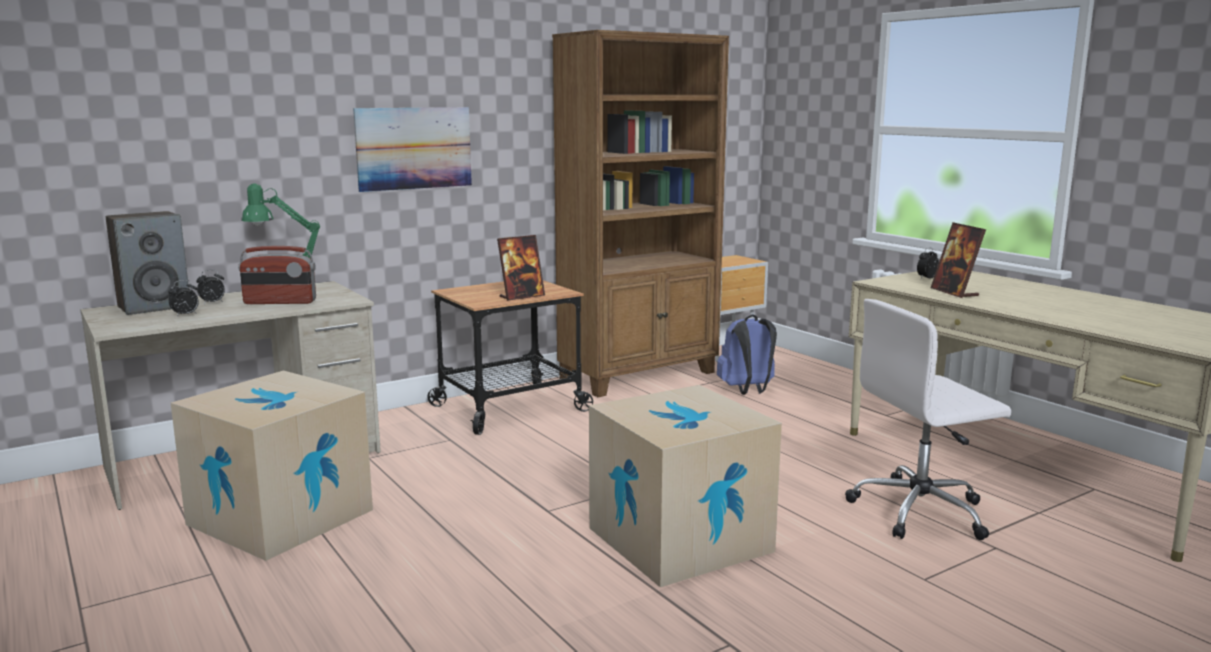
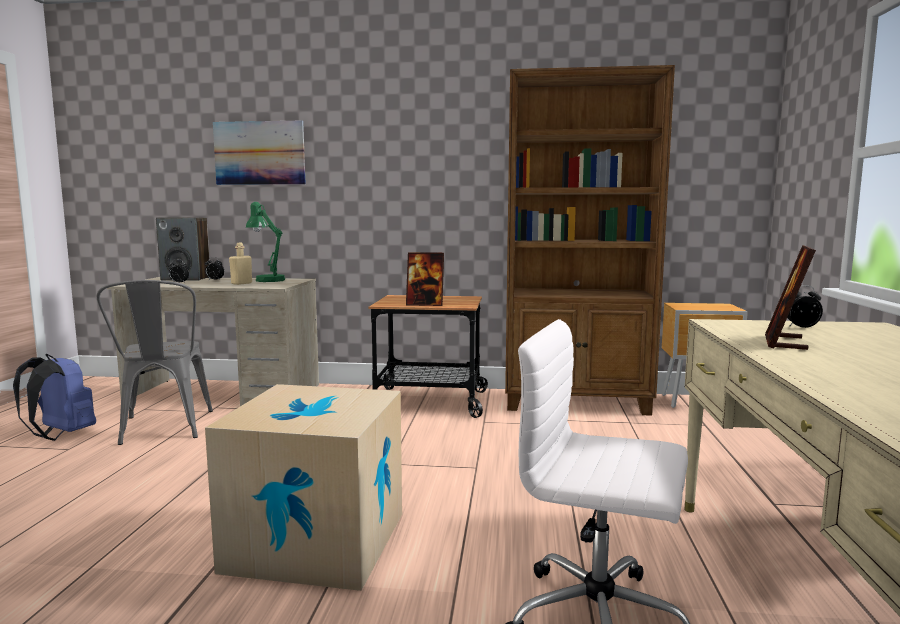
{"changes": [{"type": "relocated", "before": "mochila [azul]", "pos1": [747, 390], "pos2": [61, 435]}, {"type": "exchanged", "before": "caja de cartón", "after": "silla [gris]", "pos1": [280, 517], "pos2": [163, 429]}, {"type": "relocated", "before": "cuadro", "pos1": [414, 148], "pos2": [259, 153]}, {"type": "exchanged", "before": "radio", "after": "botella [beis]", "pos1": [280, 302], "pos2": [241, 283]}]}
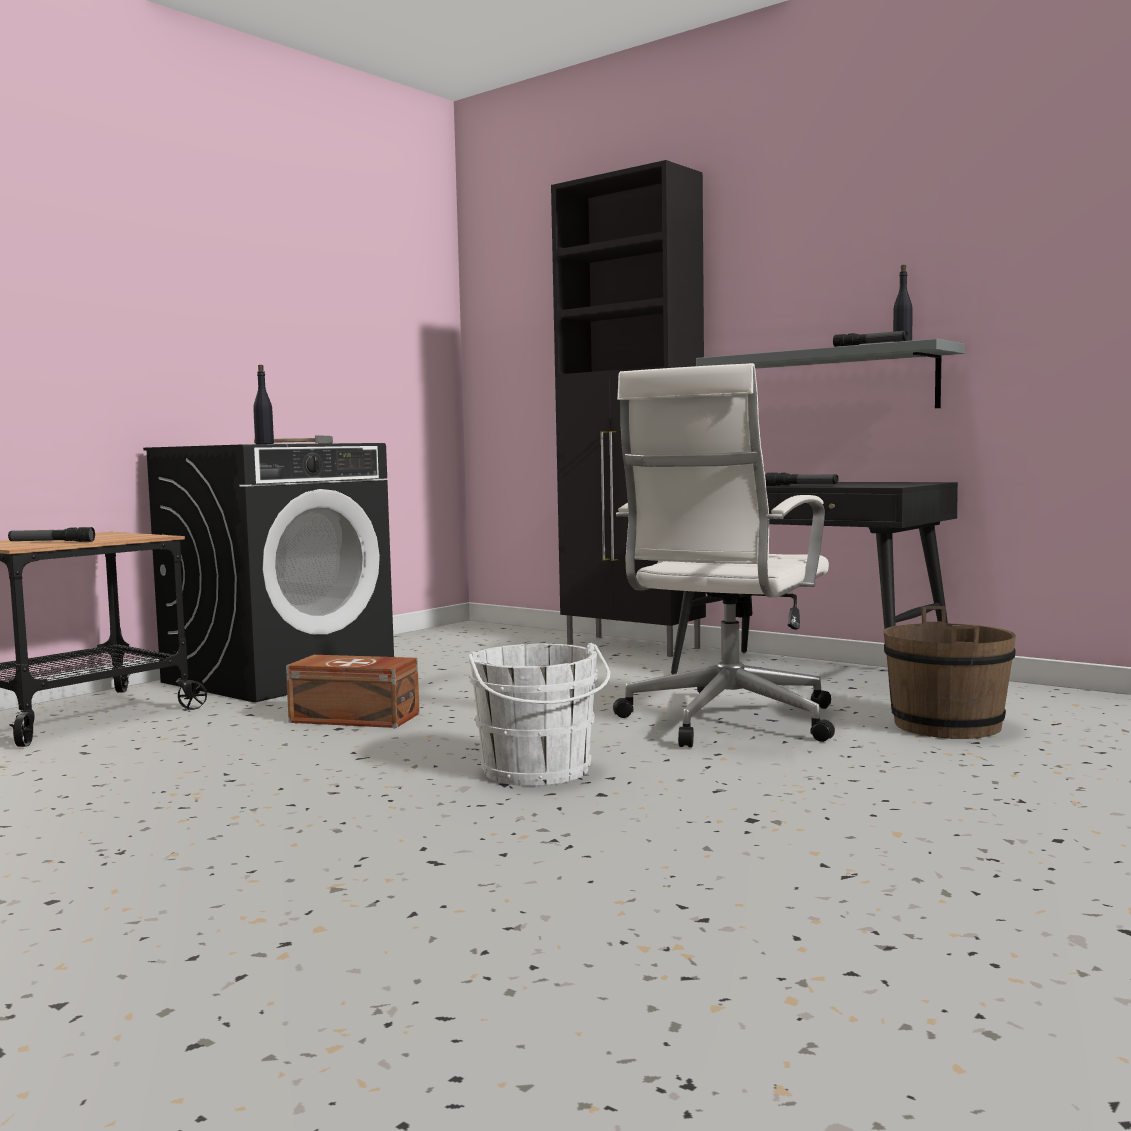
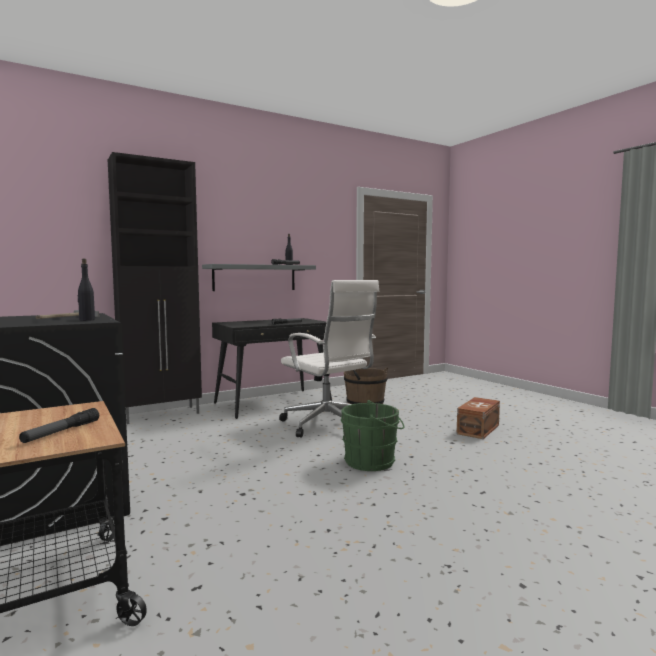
{"changes": [{"type": "colour", "before": "cubo [blanco]", "after": "cubo [verde]", "pos1": [538, 772], "pos2": [373, 461]}, {"type": "relocated", "before": "caja de almacenaje [marrón]", "pos1": [355, 718], "pos2": [479, 429]}]}
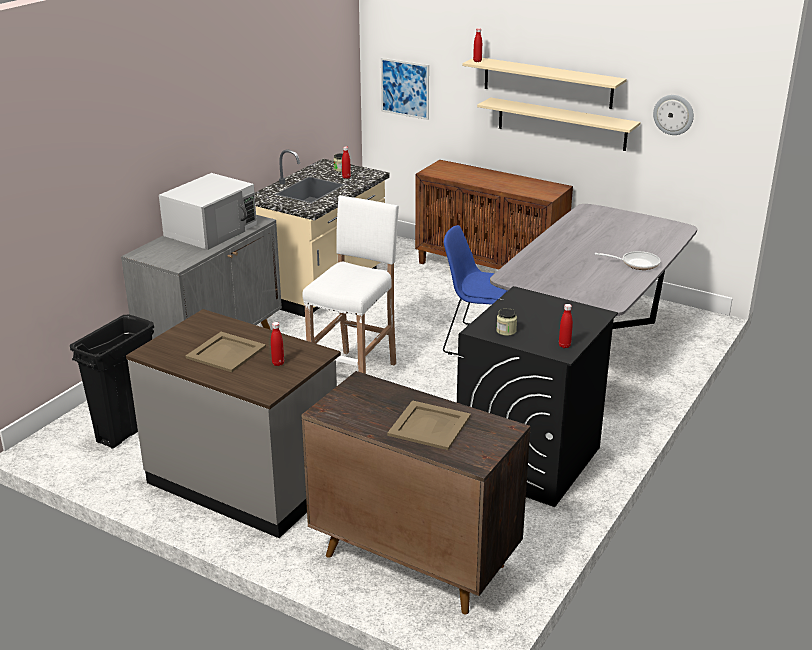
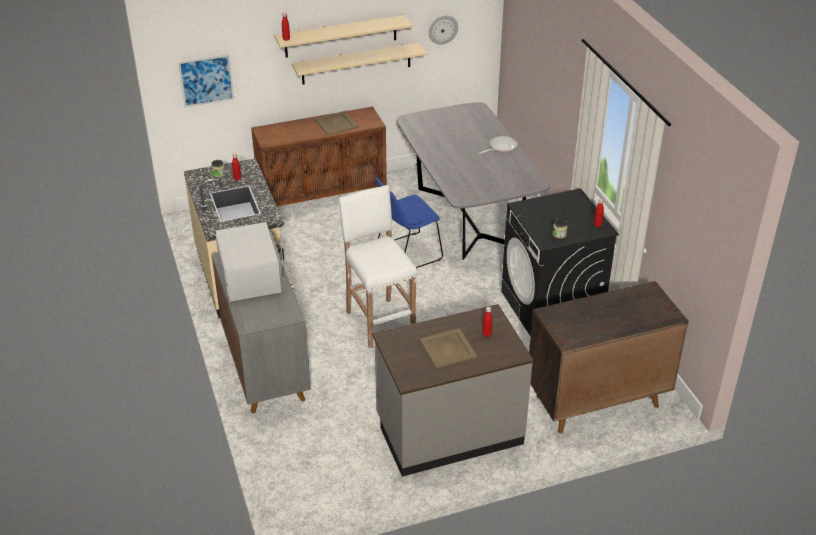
{"changes": [{"type": "relocated", "before": "bandeja [beis]", "pos1": [430, 425], "pos2": [336, 123]}, {"type": "missing", "before": "papelera [negro]", "pos1": [127, 430]}]}
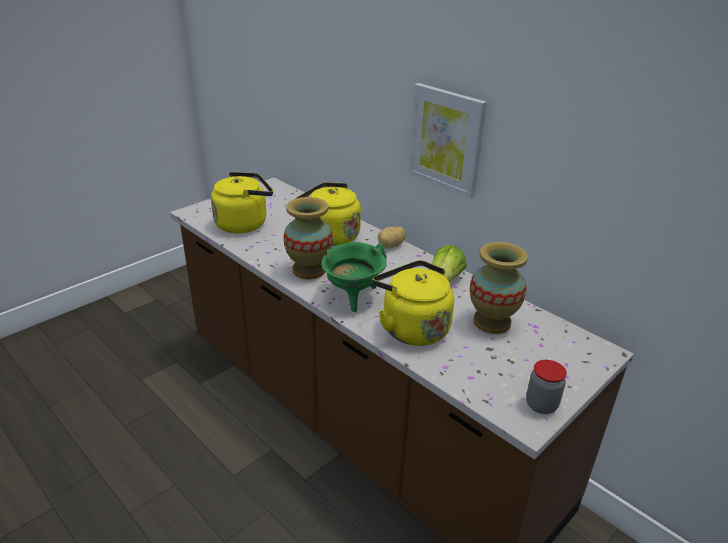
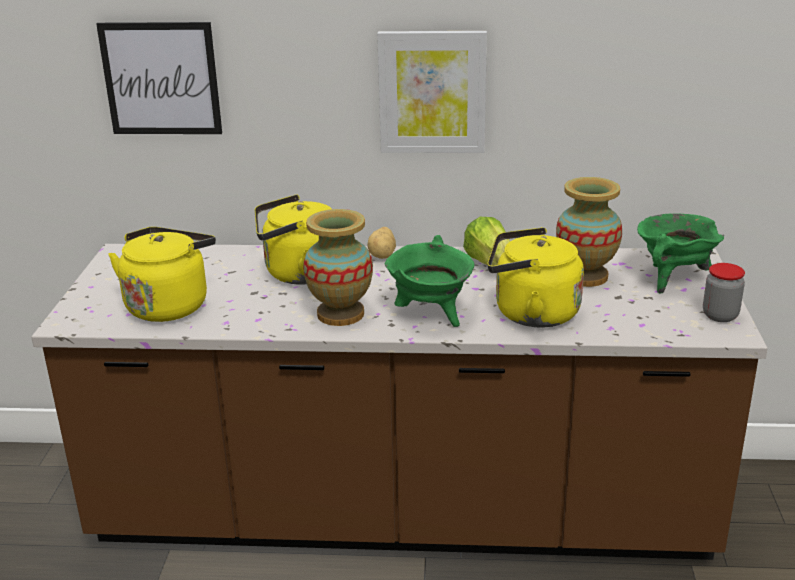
{"changes": [{"type": "appeared", "after": "cuadro", "pos2": [161, 79]}, {"type": "appeared", "after": "olla [verde]", "pos2": [673, 279]}]}
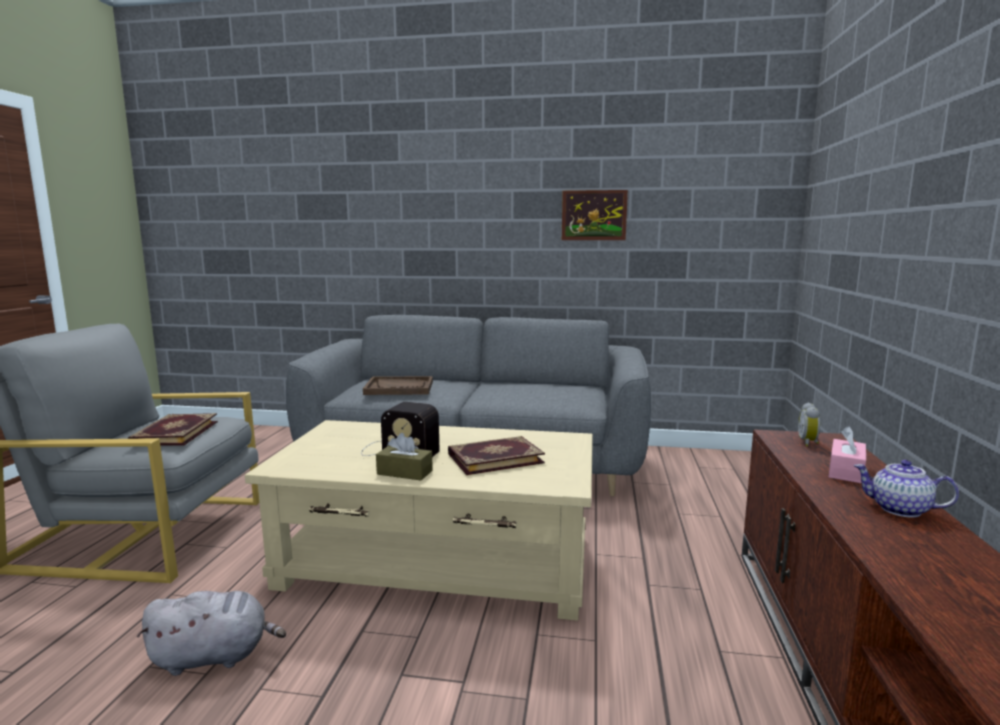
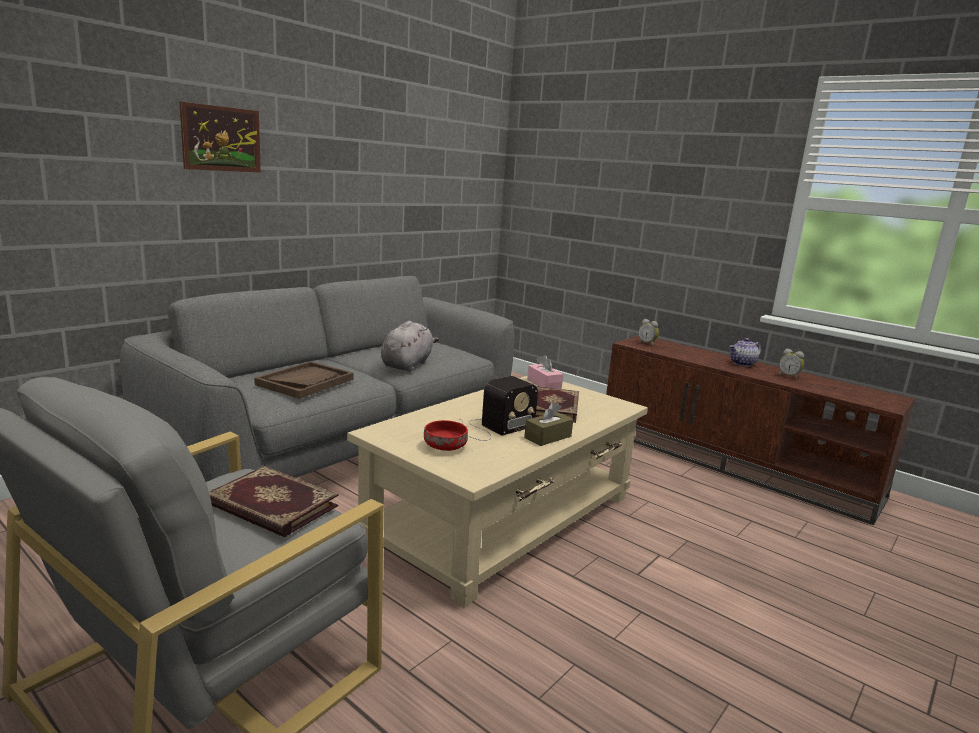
{"changes": [{"type": "relocated", "before": "cuadro", "pos1": [594, 215], "pos2": [221, 139]}, {"type": "relocated", "before": "peluche [gris]", "pos1": [215, 656], "pos2": [407, 364]}, {"type": "appeared", "after": "cuenco [rojo]", "pos2": [446, 447]}, {"type": "relocated", "before": "caja de pañuelos [rosa]", "pos1": [846, 471], "pos2": [544, 384]}, {"type": "appeared", "after": "despertador", "pos2": [789, 376]}]}
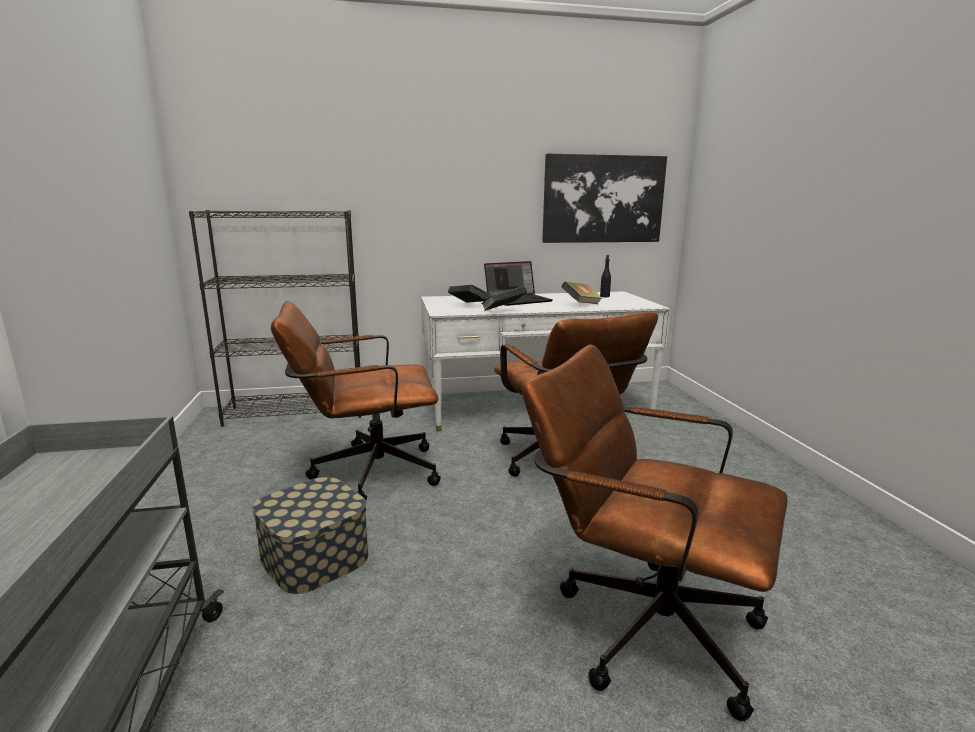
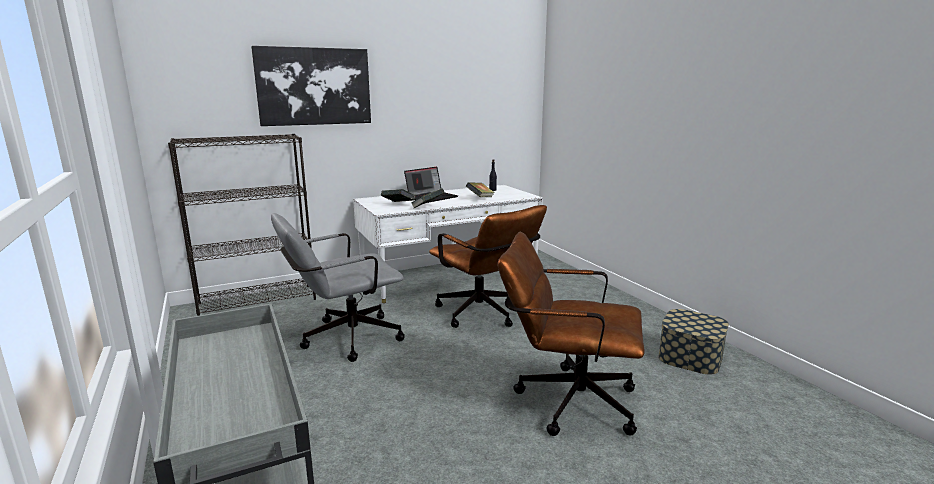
{"changes": [{"type": "relocated", "before": "cuadro", "pos1": [603, 199], "pos2": [314, 86]}, {"type": "colour", "before": "silla de oficina [marrón]", "after": "silla de oficina [gris]", "pos1": [365, 473], "pos2": [343, 339]}, {"type": "relocated", "before": "caja de almacenaje", "pos1": [315, 557], "pos2": [690, 356]}]}
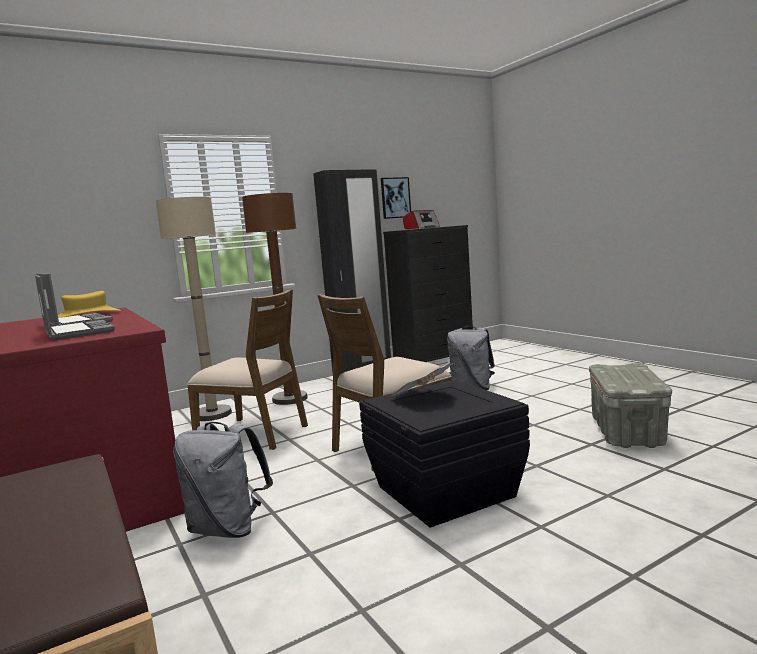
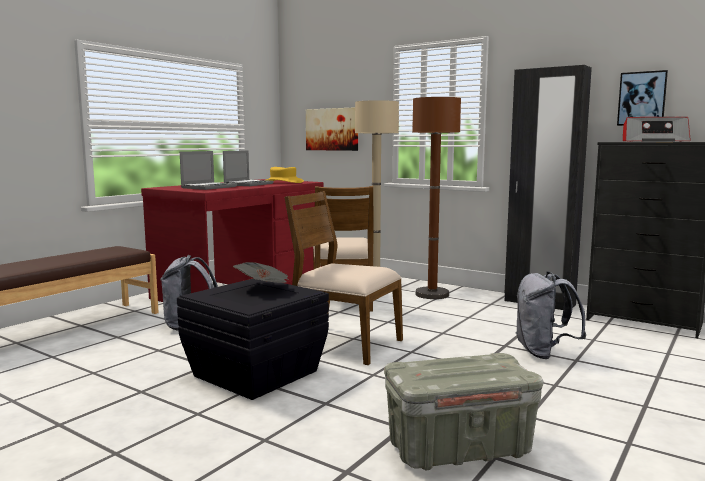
{"changes": [{"type": "appeared", "after": "cuadro", "pos2": [332, 129]}]}
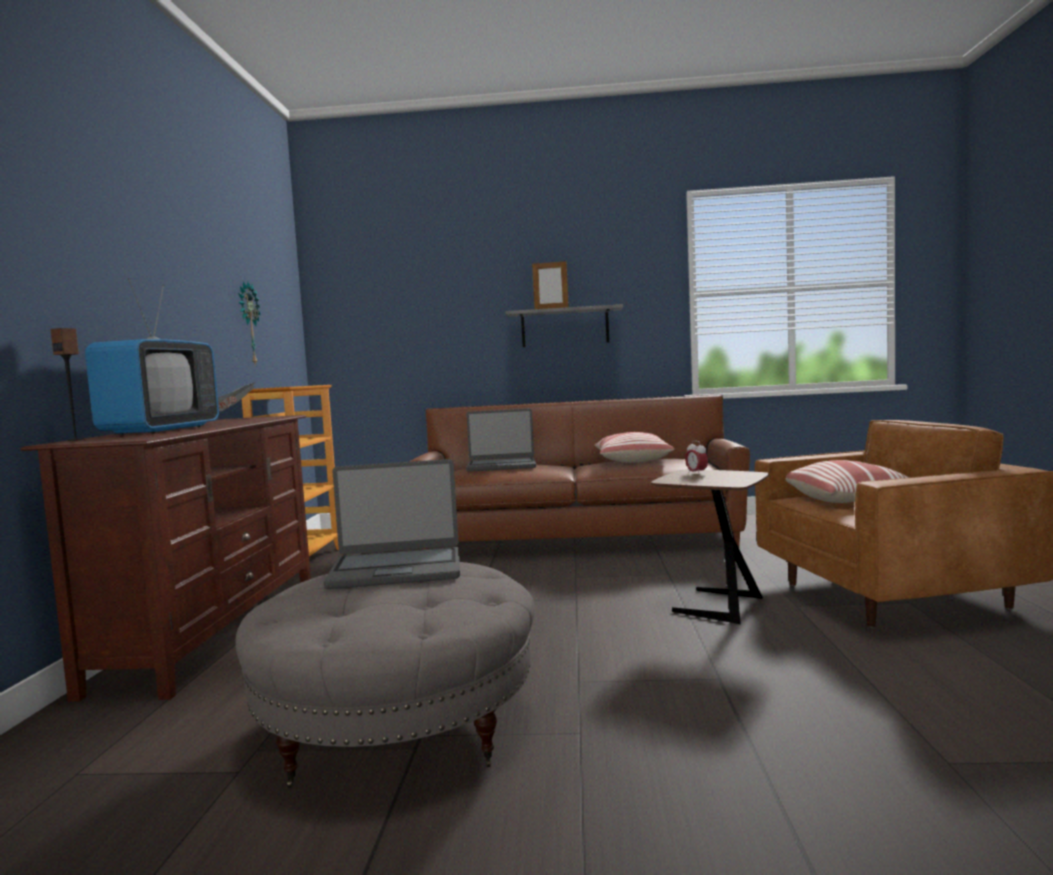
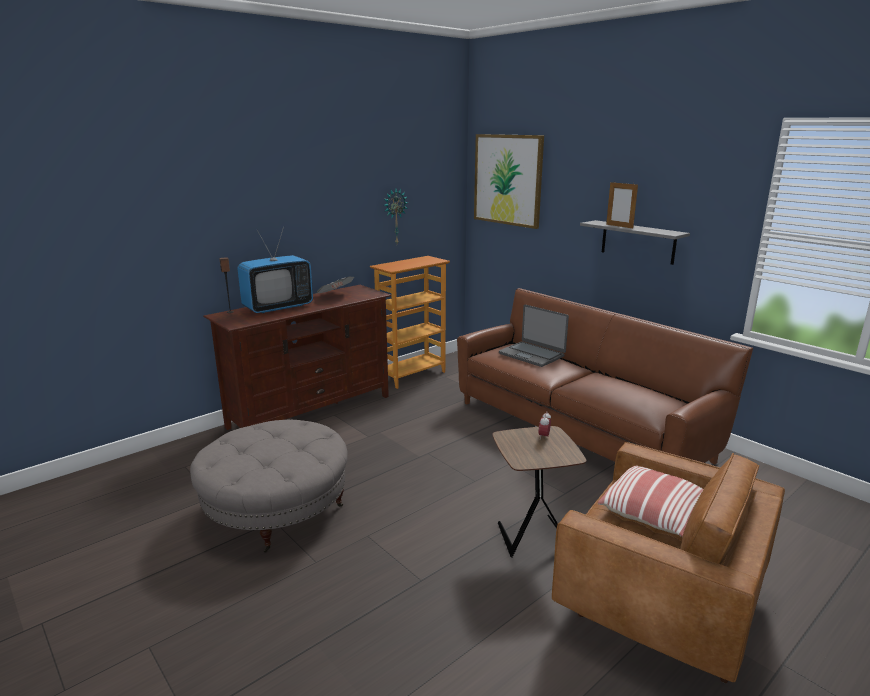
{"changes": [{"type": "appeared", "after": "cuadro", "pos2": [507, 180]}, {"type": "missing", "before": "portátil", "pos1": [396, 569]}, {"type": "missing", "before": "cojín", "pos1": [632, 460]}]}
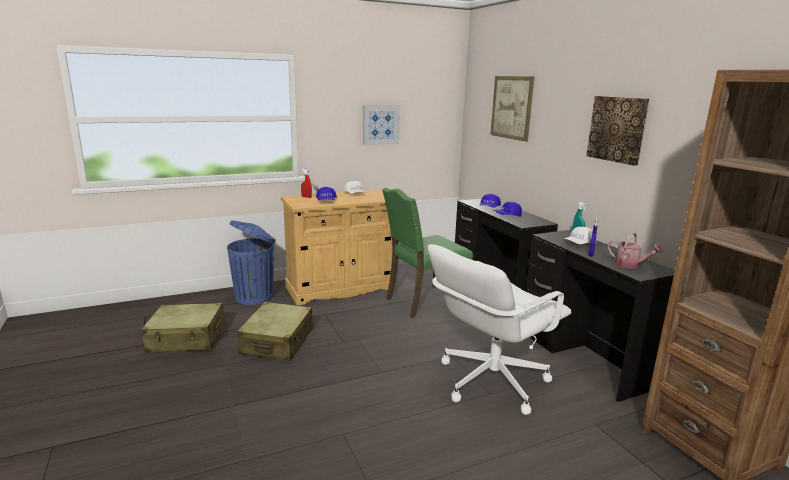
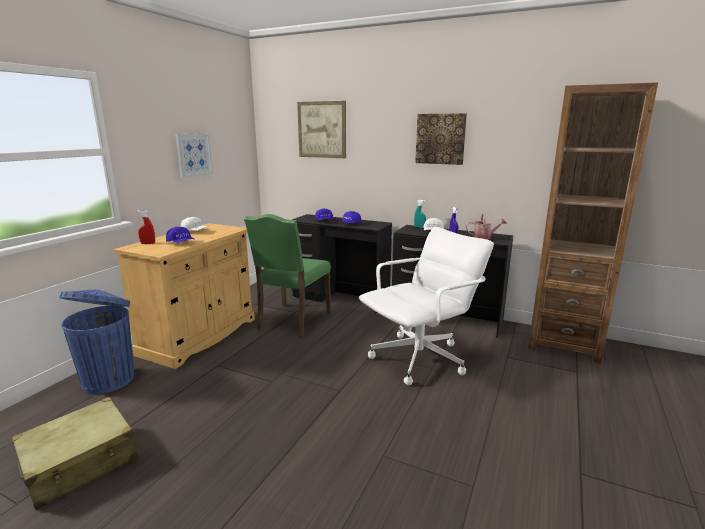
{"changes": [{"type": "spun", "before": "silla de oficina [blanco]", "pos1": [490, 381], "pos2": [420, 359], "turn": -135}, {"type": "missing", "before": "maleta [beis]", "pos1": [277, 341]}]}
